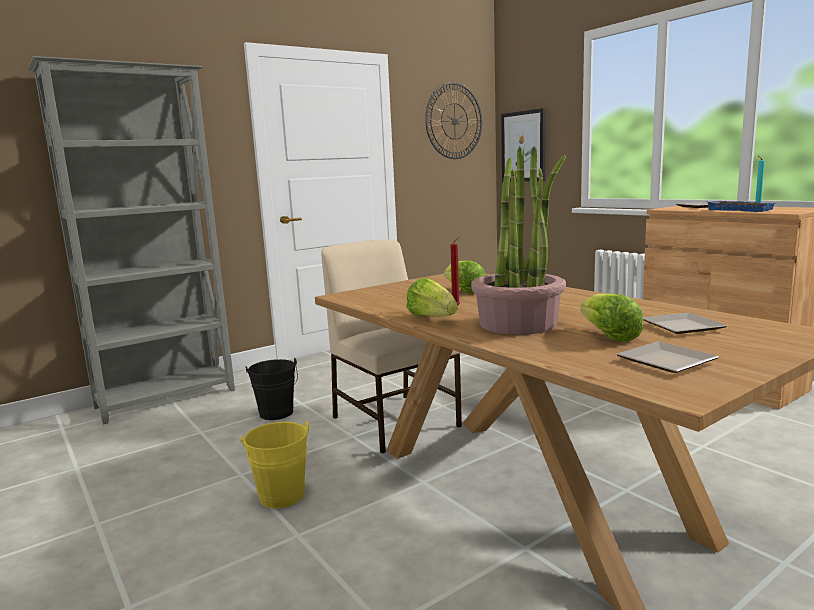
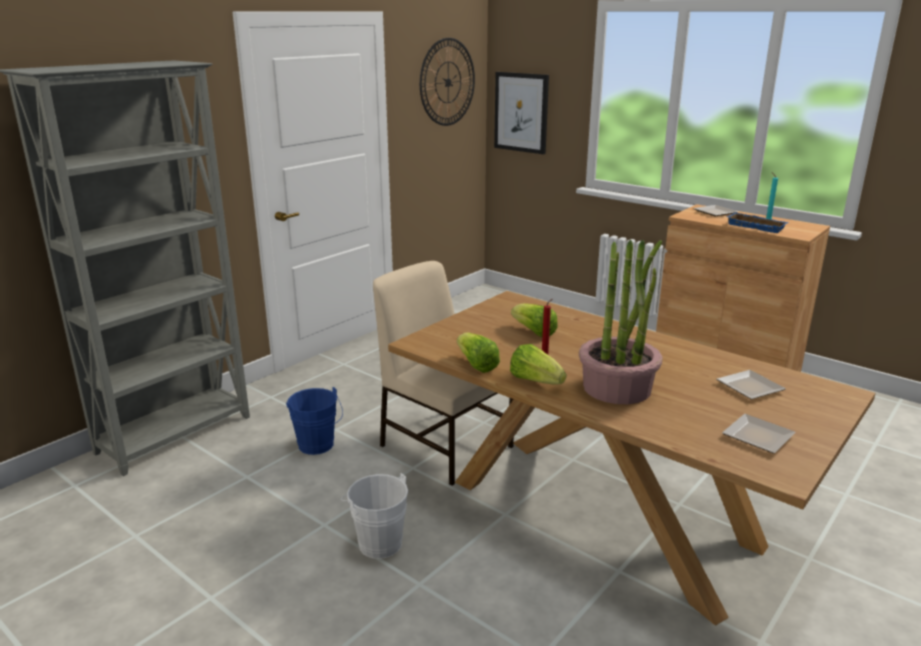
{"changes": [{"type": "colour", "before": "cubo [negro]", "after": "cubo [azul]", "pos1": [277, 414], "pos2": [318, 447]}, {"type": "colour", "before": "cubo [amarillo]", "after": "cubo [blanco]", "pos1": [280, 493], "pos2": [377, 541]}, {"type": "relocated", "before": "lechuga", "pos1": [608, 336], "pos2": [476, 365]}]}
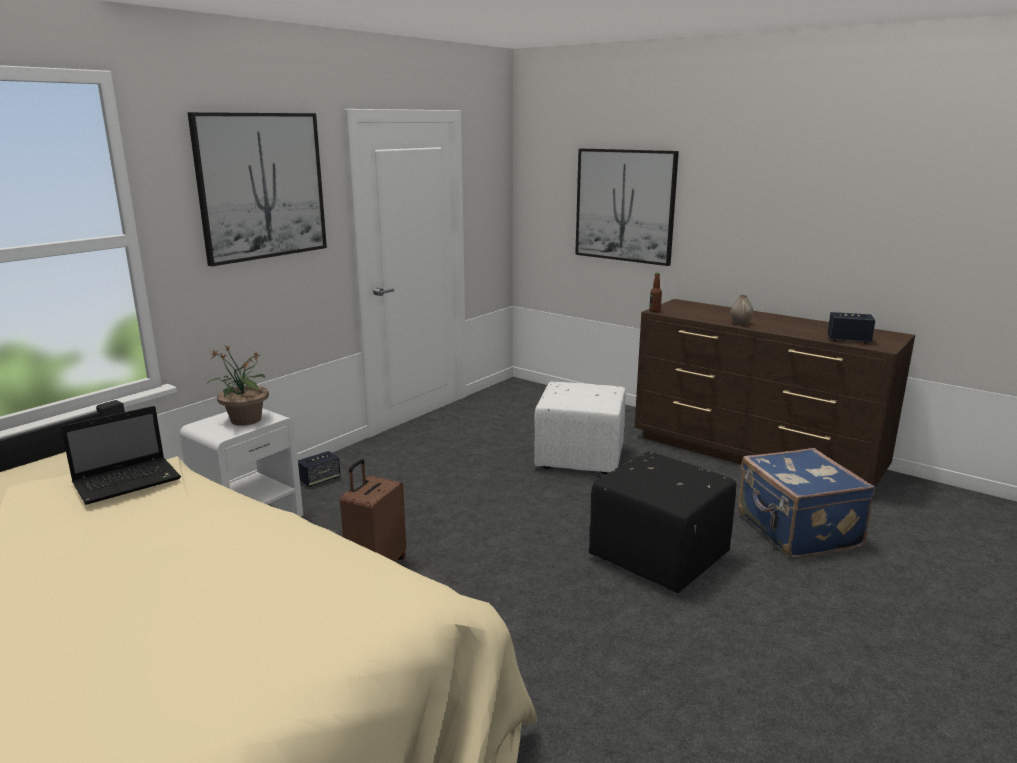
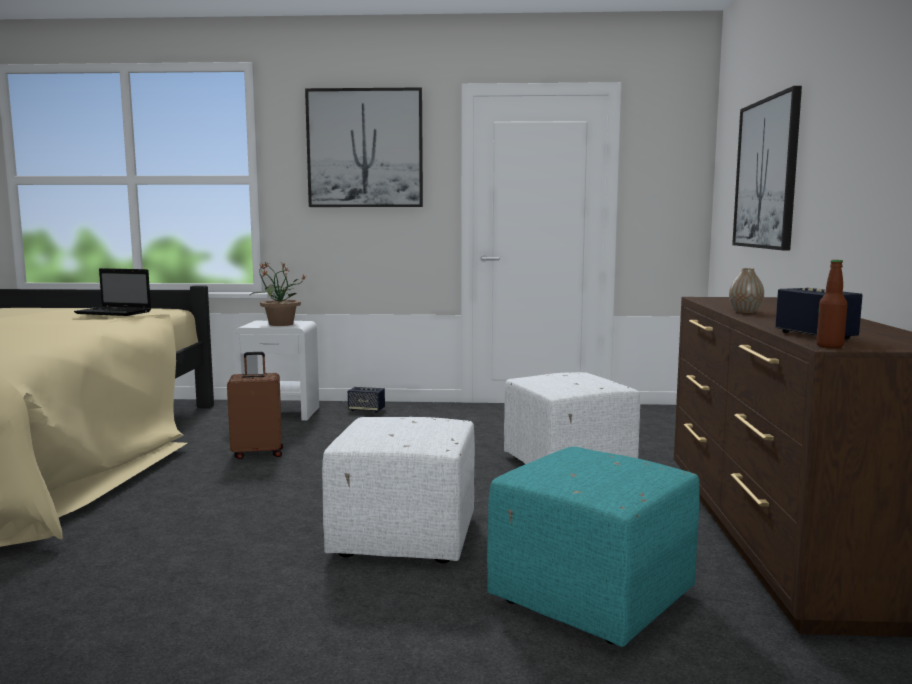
{"changes": [{"type": "colour", "before": "puf [negro]", "after": "puf [blanco]", "pos1": [660, 557], "pos2": [405, 539]}, {"type": "exchanged", "before": "maleta [azul]", "after": "puf [turquesa]", "pos1": [796, 530], "pos2": [591, 599]}, {"type": "relocated", "before": "botella", "pos1": [654, 311], "pos2": [829, 346]}]}
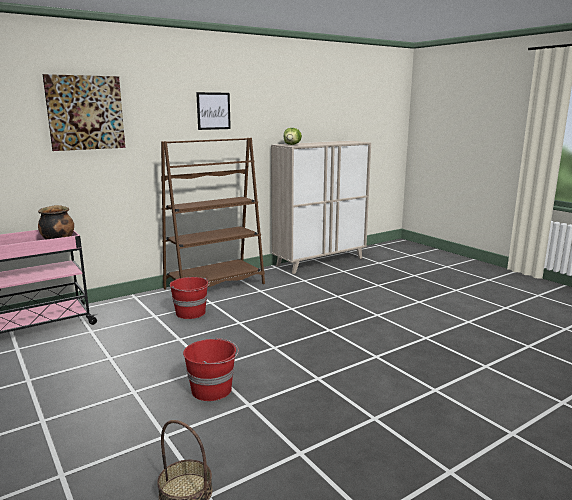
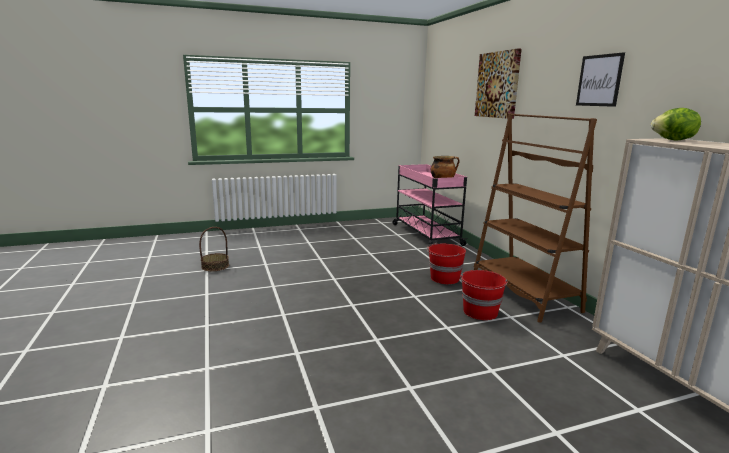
{"changes": [{"type": "relocated", "before": "cubo [rojo]", "pos1": [212, 389], "pos2": [480, 312]}]}
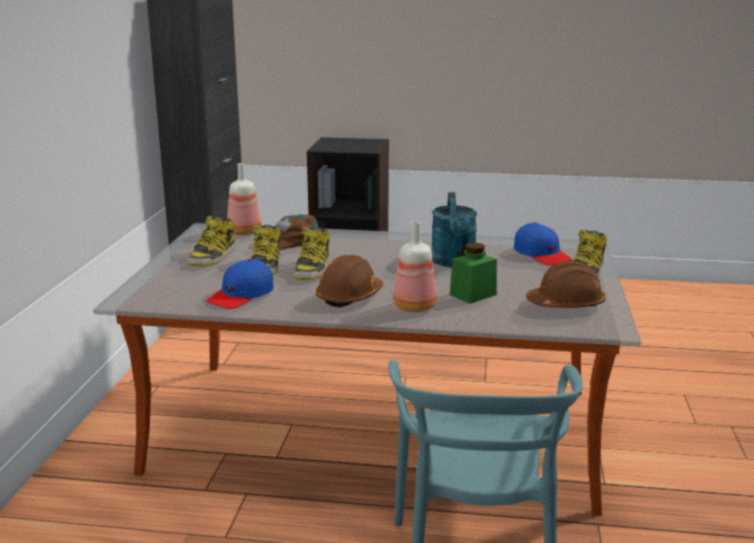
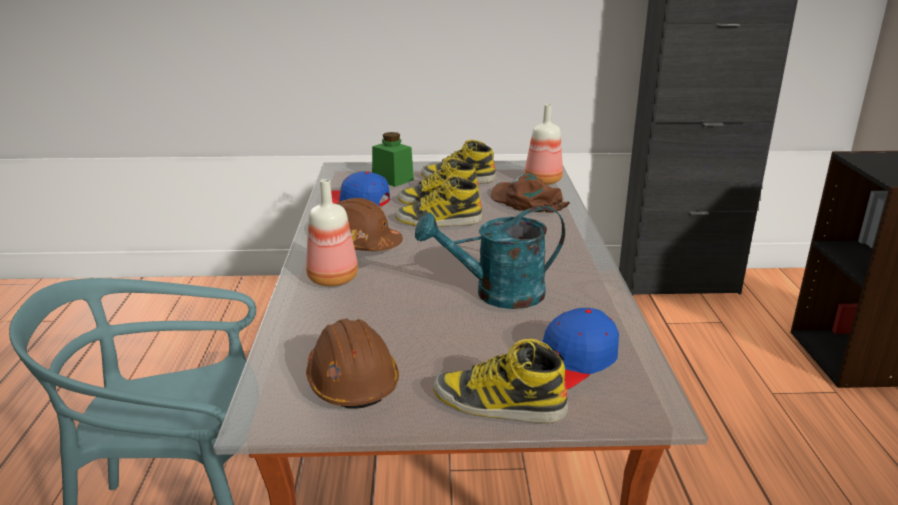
{"changes": [{"type": "relocated", "before": "tarro [verde]", "pos1": [473, 295], "pos2": [392, 179]}]}
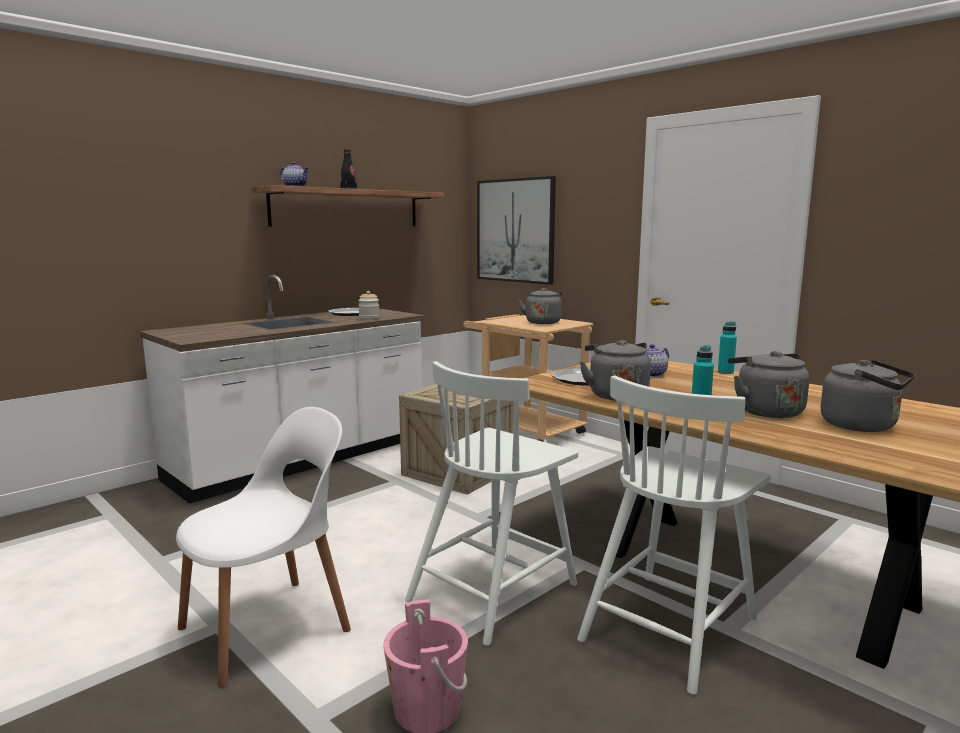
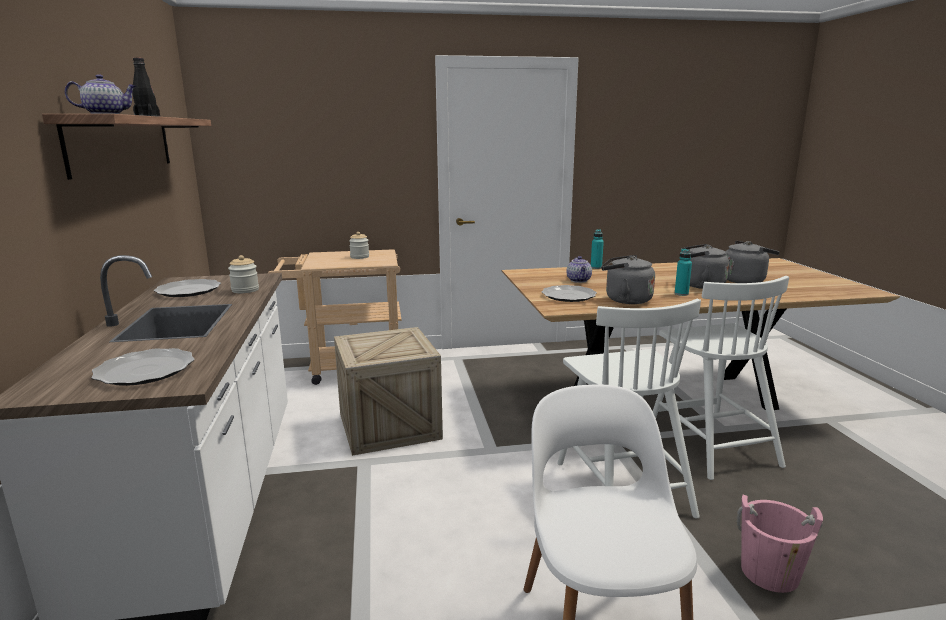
{"changes": [{"type": "appeared", "after": "plato", "pos2": [145, 371]}, {"type": "exchanged", "before": "hervidor [gris]", "after": "tarro", "pos1": [543, 322], "pos2": [359, 257]}, {"type": "missing", "before": "cuadro", "pos1": [515, 230]}]}
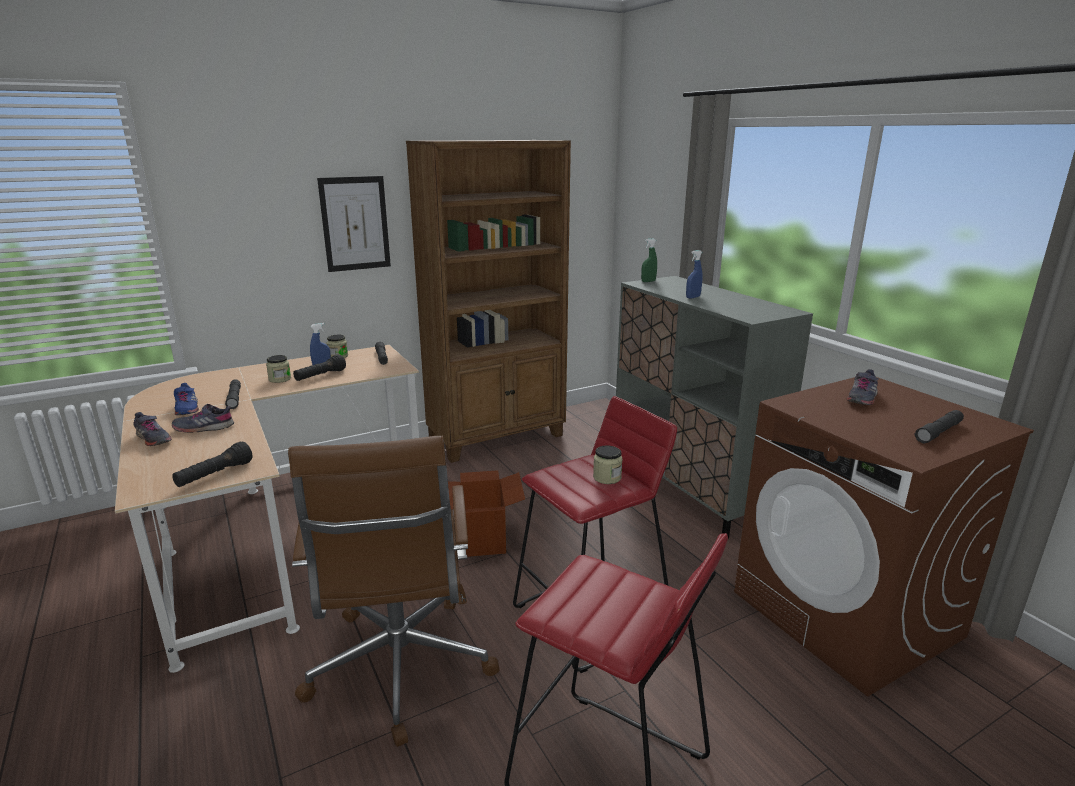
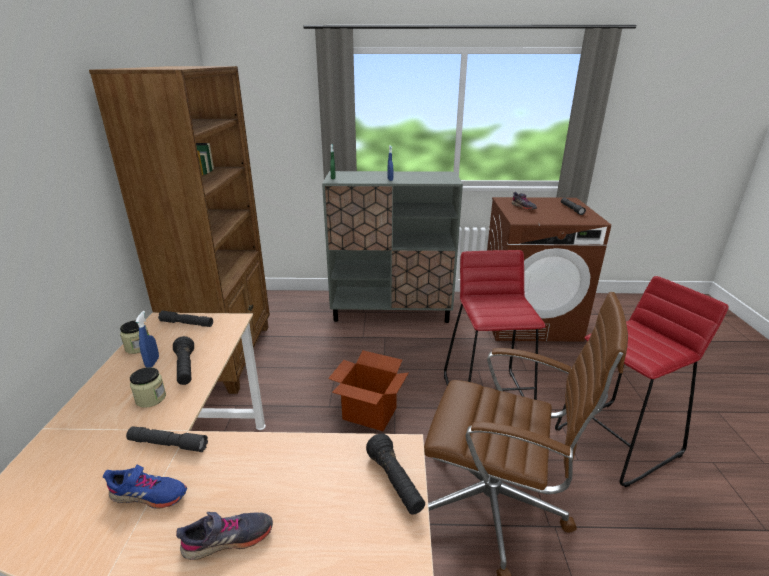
{"changes": [{"type": "missing", "before": "zapato [gris]", "pos1": [204, 427]}, {"type": "missing", "before": "cuadro", "pos1": [355, 224]}, {"type": "missing", "before": "tarro", "pos1": [607, 477]}]}
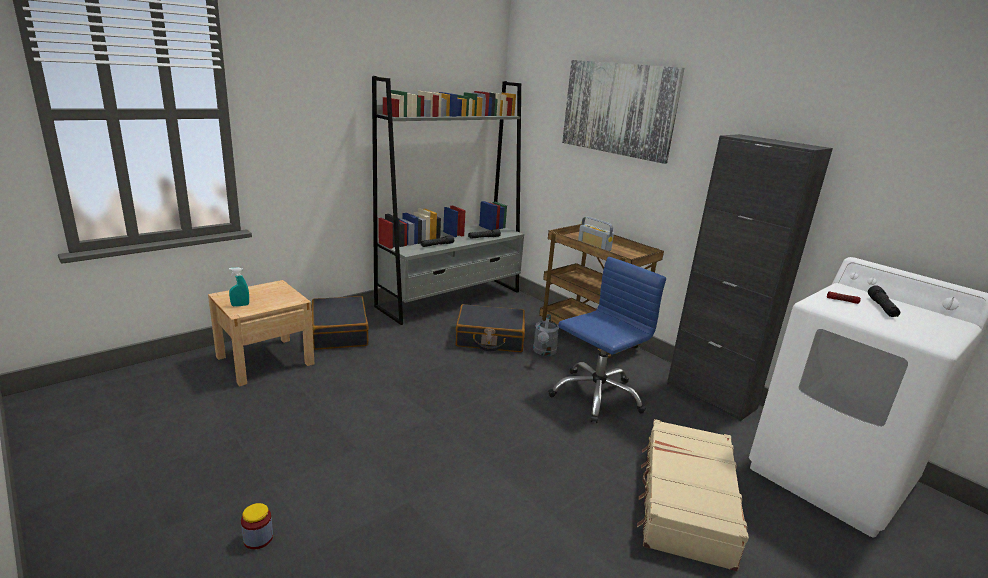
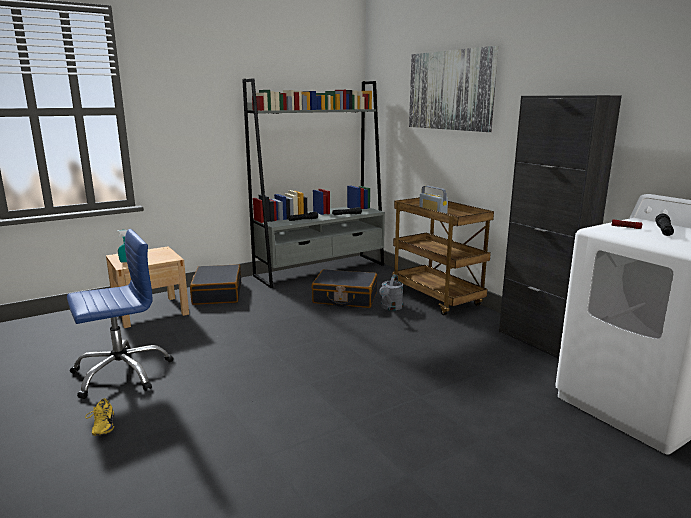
{"changes": [{"type": "relocated", "before": "silla de oficina [azul]", "pos1": [596, 395], "pos2": [121, 373]}, {"type": "exchanged", "before": "tarro", "after": "zapato [amarillo]", "pos1": [258, 538], "pos2": [102, 427]}, {"type": "missing", "before": "maleta [beis]", "pos1": [685, 502]}]}
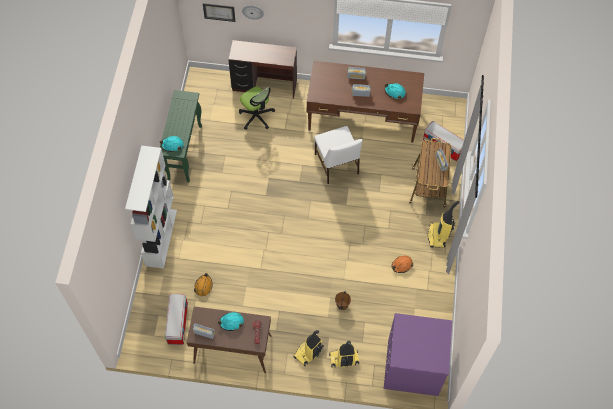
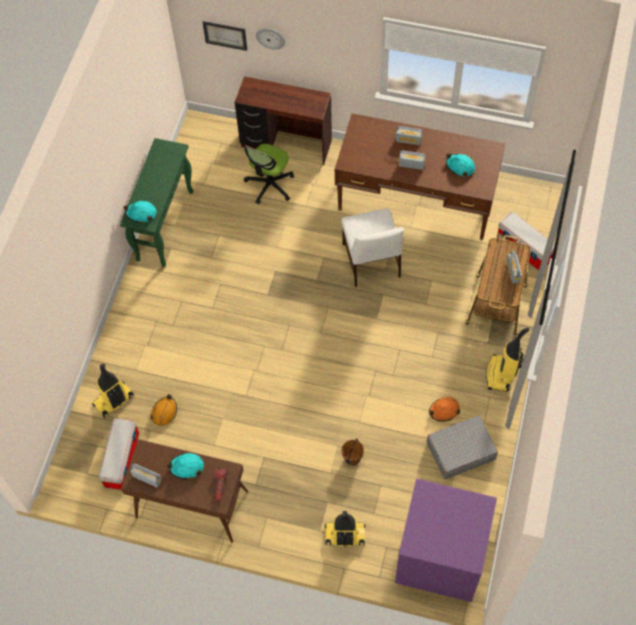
{"changes": [{"type": "relocated", "before": "aspiradora", "pos1": [309, 353], "pos2": [114, 401]}, {"type": "spun", "before": "silla de oficina", "pos1": [257, 116], "pos2": [270, 185], "turn": 60}, {"type": "appeared", "after": "maleta [gris]", "pos2": [460, 451]}, {"type": "missing", "before": "estantería [blanco]", "pos1": [161, 237]}]}
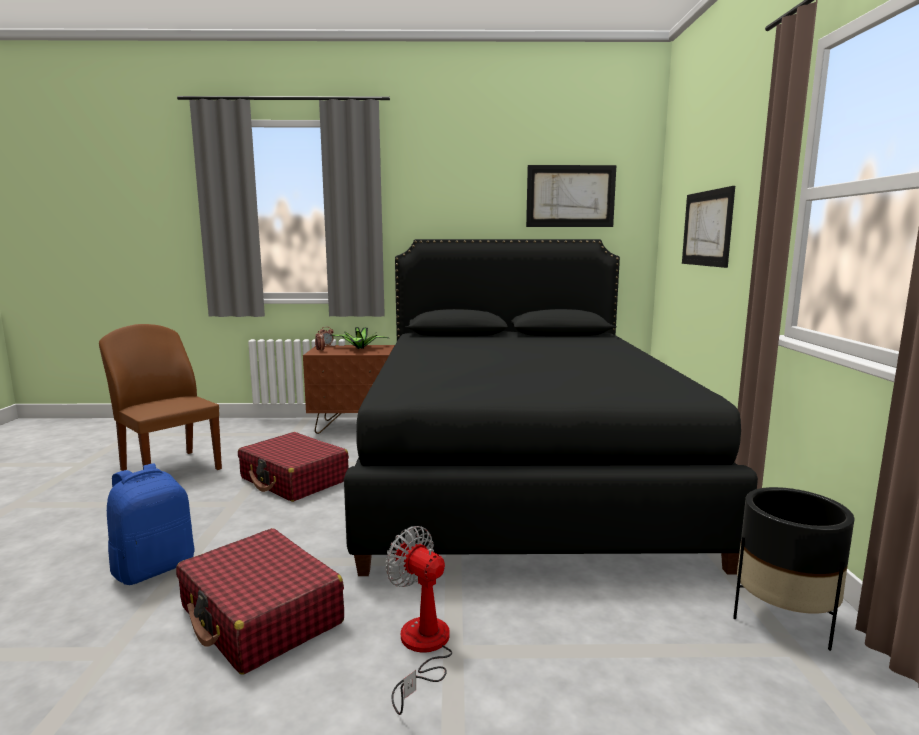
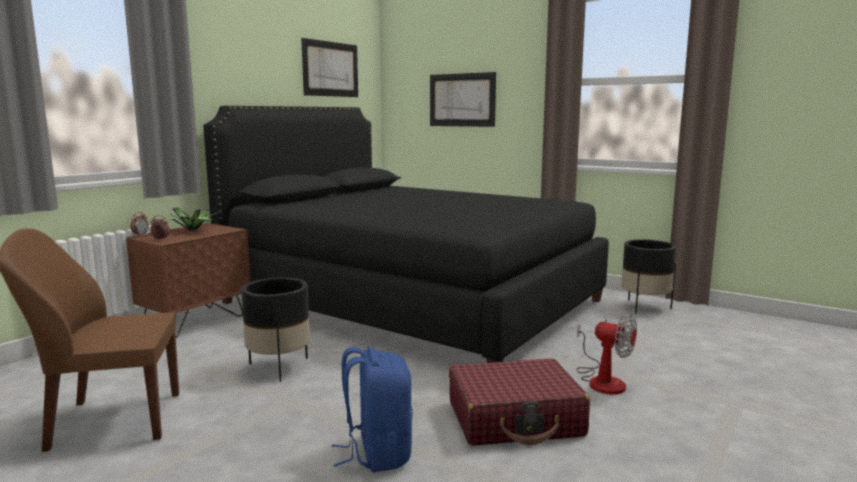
{"changes": [{"type": "exchanged", "before": "maleta [rojo]", "after": "maceta [negro]", "pos1": [294, 479], "pos2": [279, 367]}, {"type": "spun", "before": "ventilador", "pos1": [422, 649], "pos2": [602, 380], "turn": -135}]}
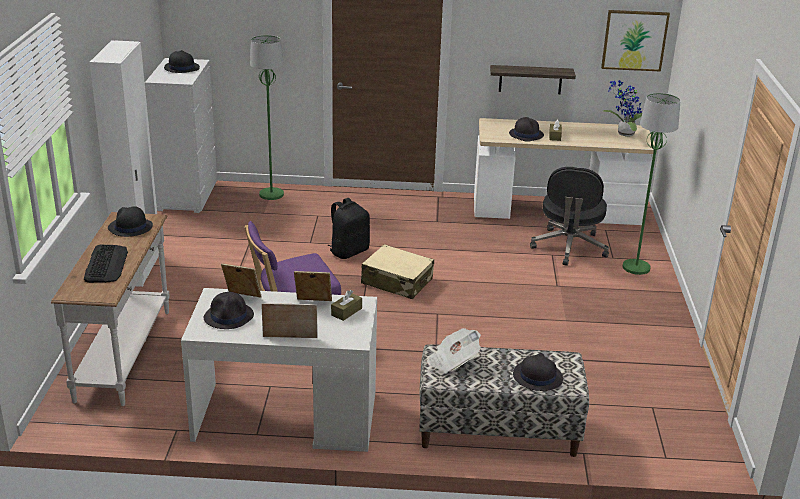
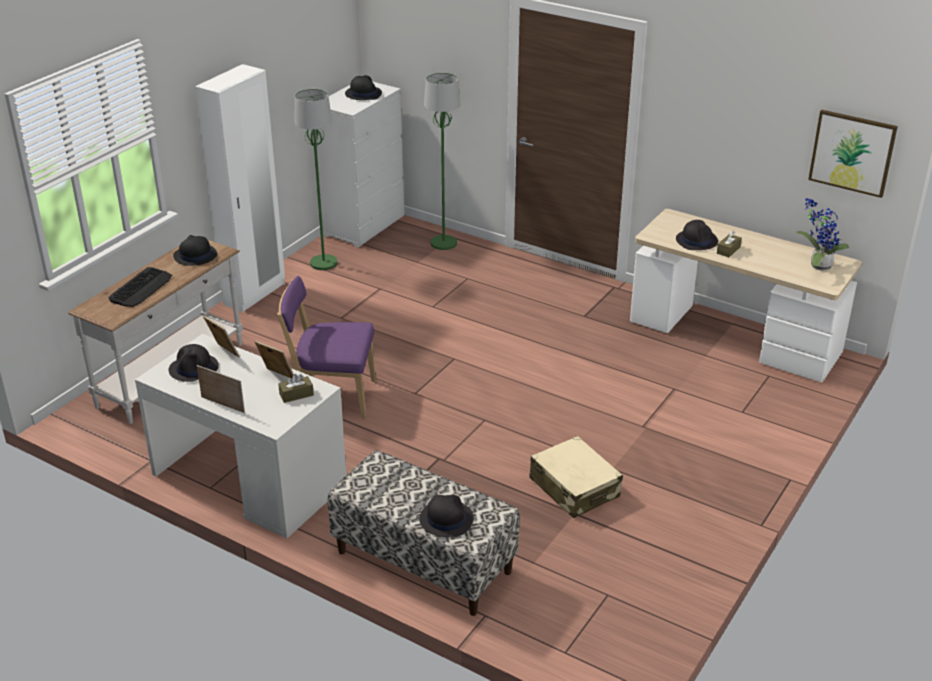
{"changes": [{"type": "relocated", "before": "lámpara de pie [verde]", "pos1": [636, 268], "pos2": [323, 263]}, {"type": "relocated", "before": "maleta [beis]", "pos1": [397, 282], "pos2": [574, 488]}, {"type": "missing", "before": "mochila [negro]", "pos1": [349, 251]}, {"type": "missing", "before": "periódico", "pos1": [453, 362]}, {"type": "missing", "before": "estante", "pos1": [530, 79]}, {"type": "missing", "before": "silla de oficina [negro]", "pos1": [569, 247]}]}
